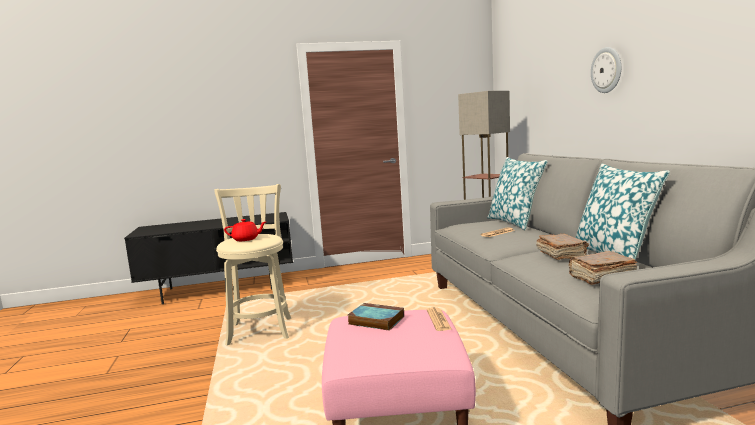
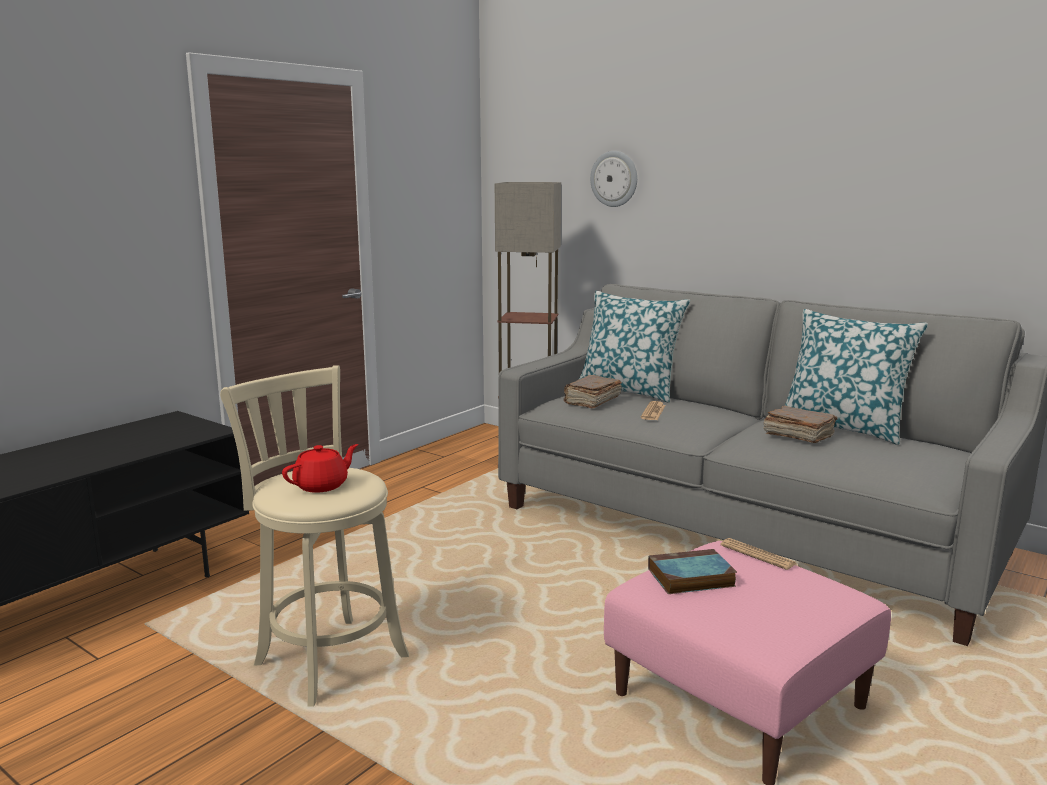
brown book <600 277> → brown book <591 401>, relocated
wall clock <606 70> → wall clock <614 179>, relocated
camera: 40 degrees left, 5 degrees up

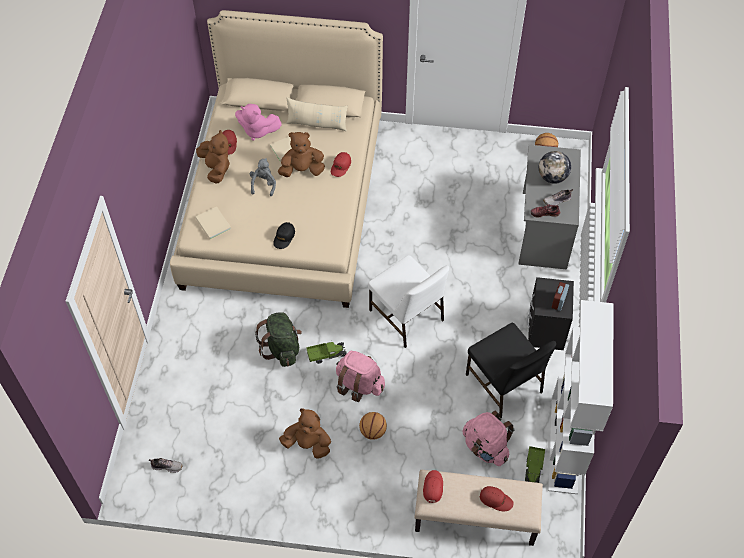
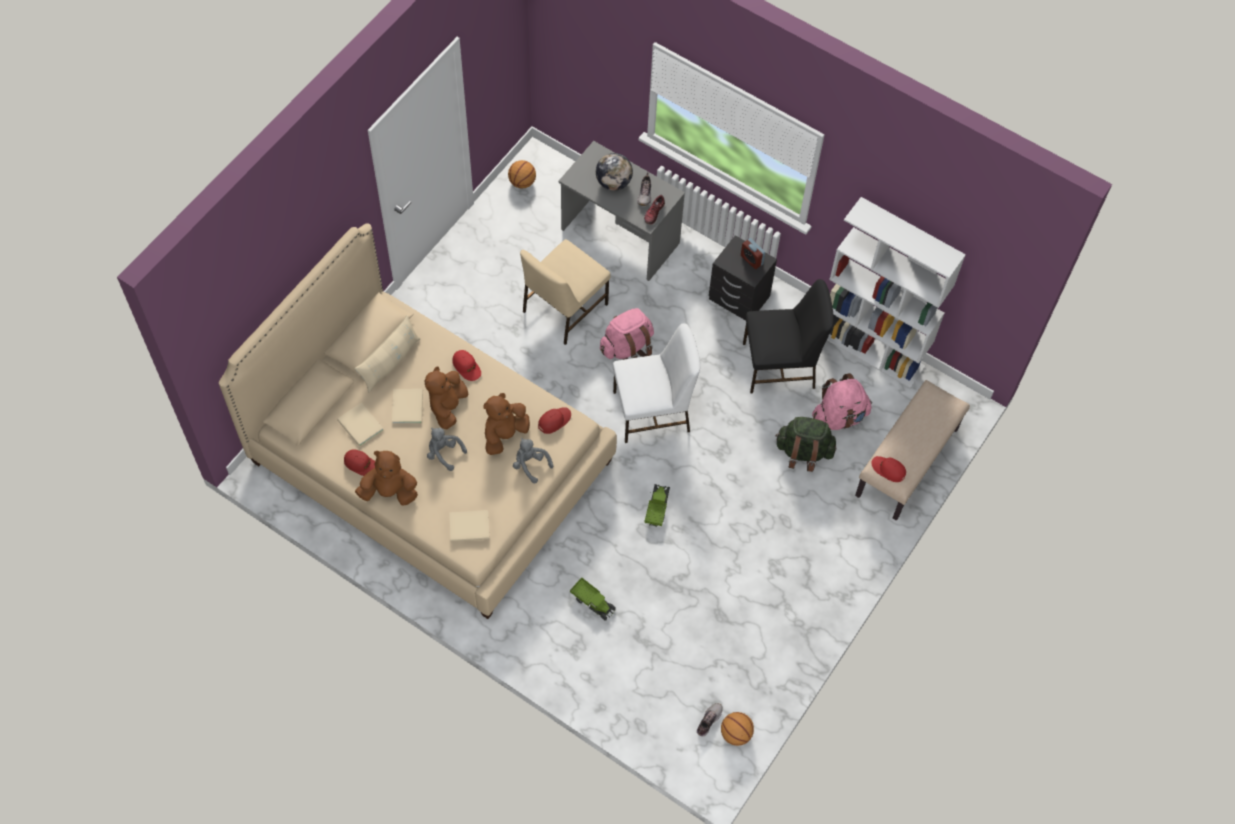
pink plush toy <257 131> → beige book <360 426>
green backpack <282 348> → green backpack <803 452>, relocated
black cap <284 237> → grey plush toy <530 465>
brown plush toy <308 444> → brown plush toy <504 434>, relocated
pink backpack <359 384> → pink backpack <627 347>, relocated
basketball <372 431> → basketball <735 734>, relocated
red cap <496 500> → red cap <554 421>, relocated
toy truck <533 470> → toy truck <593 602>, relocated
- → beige chair <563 308>
camera: 65 degrees left, 5 degrees up

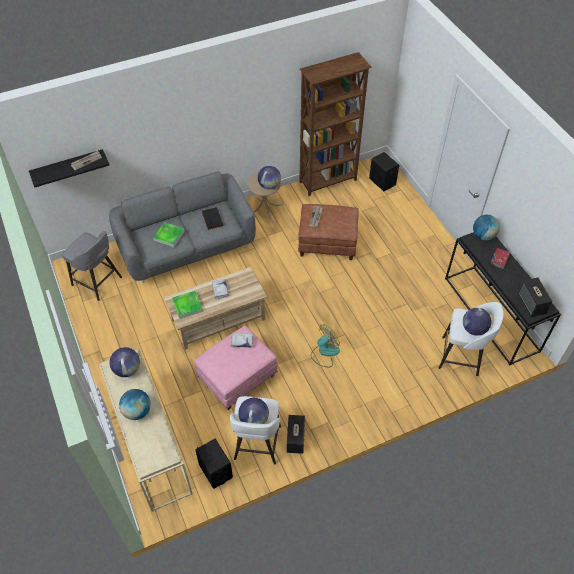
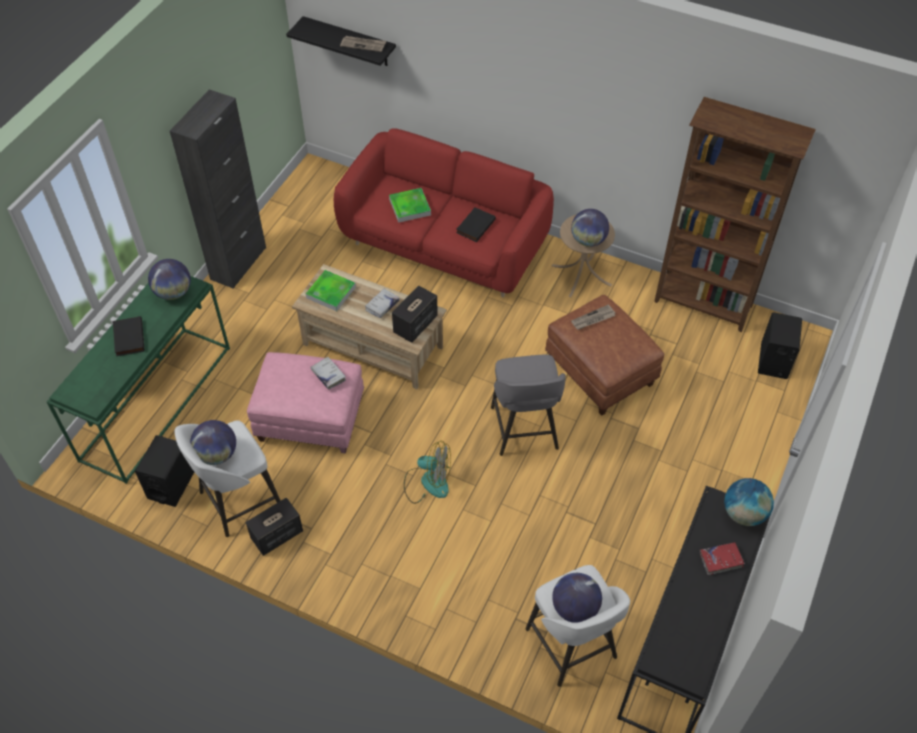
grey stool <98 282> → grey stool <524 430>, relocated
beige console table <150 444> → green console table <156 401>
grey sofa <187 247> → red sofa <445 245>
globe <137 411> → black book <128 338>
speaker <531 304> → speaker <415 325>, relocated
- → black cabinet <238 263>
camera: 50 degrees right, 0 degrees up

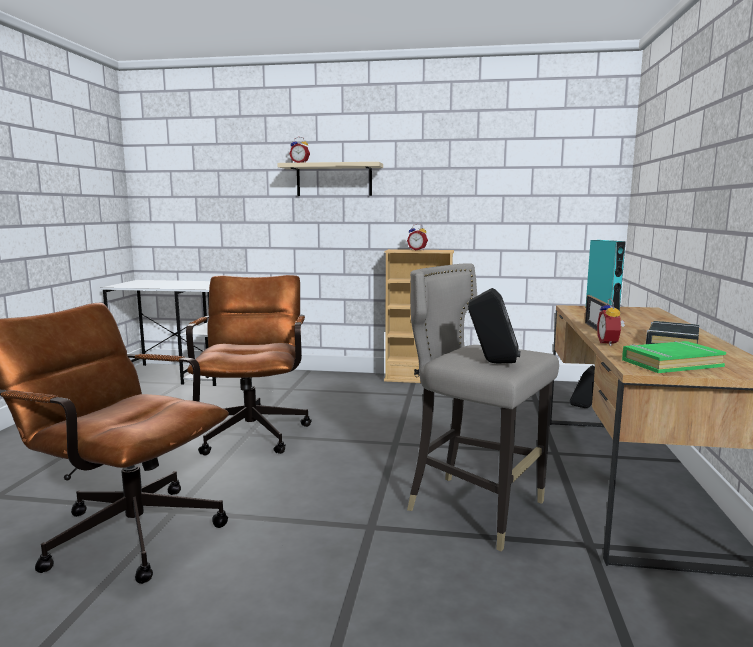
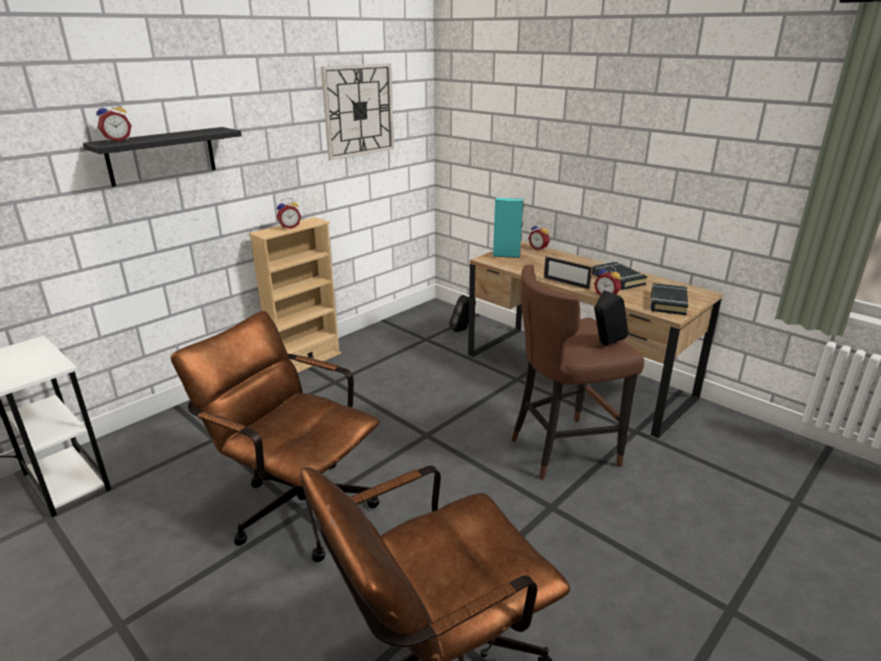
beige shelf <334 180> → black shelf <162 156>
grey stool <474 508> → brown stool <562 449>
green book <671 363> → black book <667 303>
- → wall clock <359 110>
- → alarm clock <539 248>
camera: 55 degrees left, 15 degrees up

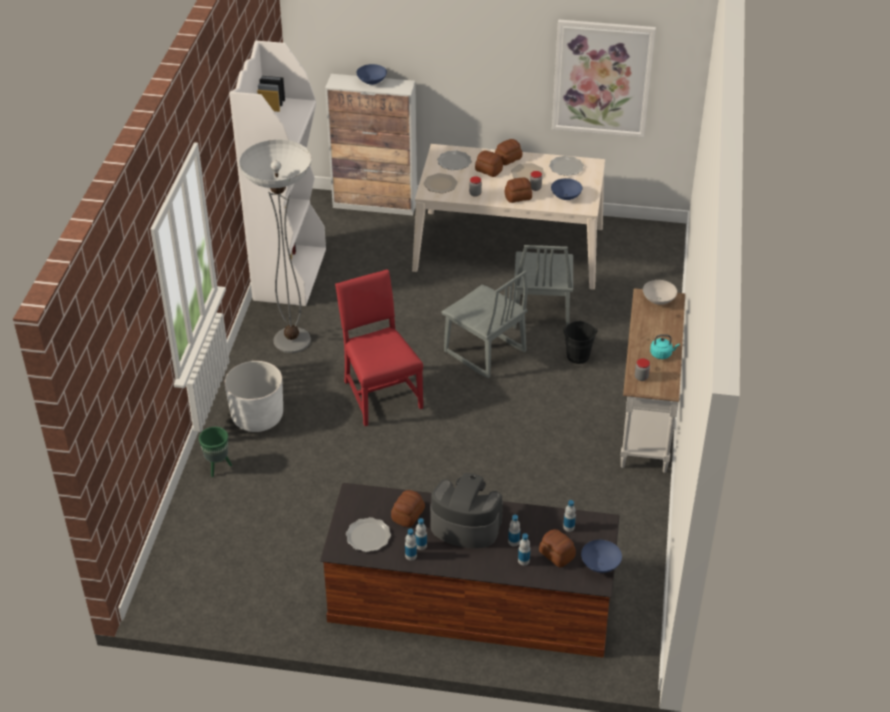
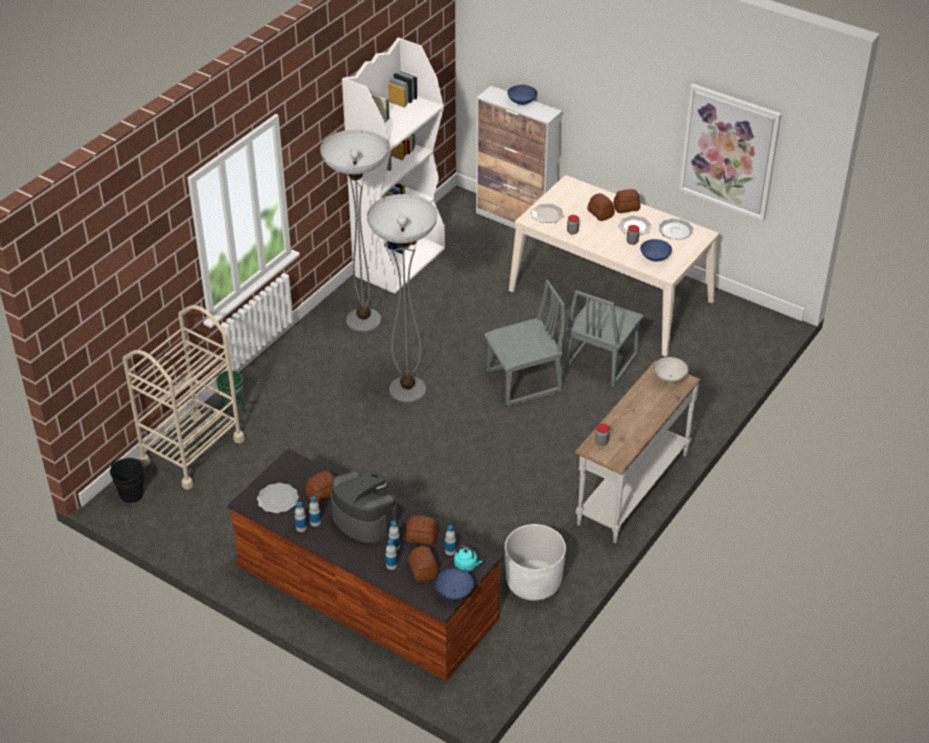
white planter <257 417> → white planter <533 582>, relocated
red chair <380 393> → floor lamp <407 389>
plate <454 162> → -
grey chair <484 352> → grey chair <524 382>, 90 degrees counterclockwise
bread <518 197> → bread <421 537>, relocated
black bucket <578 354> → black bucket <133 492>, relocated
turquoise kettle <662 354> → turquoise kettle <467 565>, relocated
- → beige cart <192 451>
camera: 25 degrees right, 0 degrees up

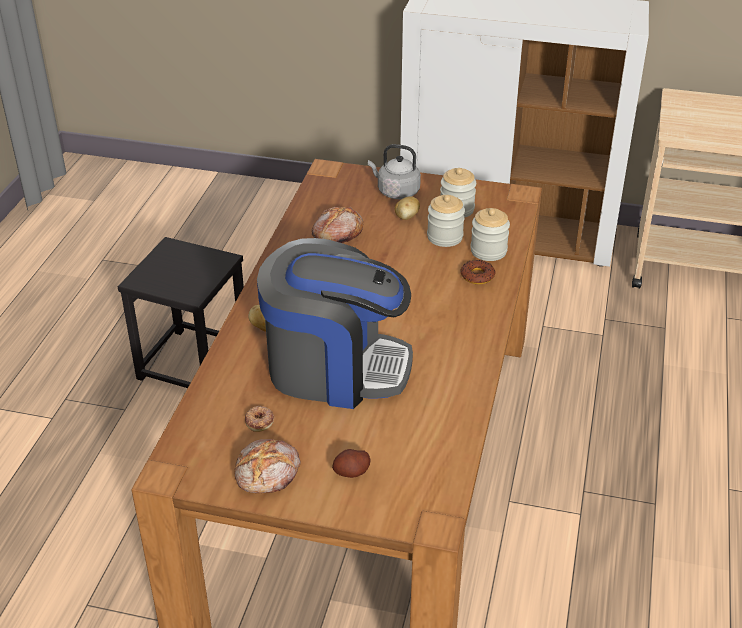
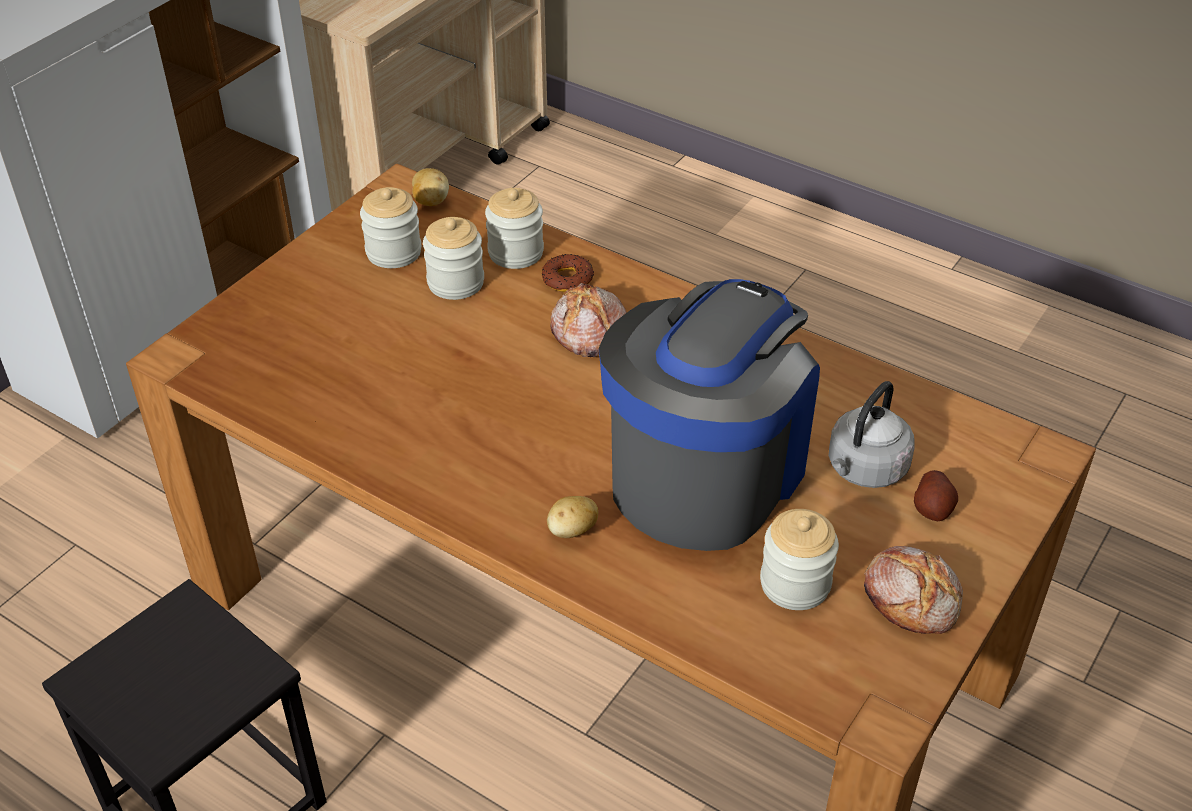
donut <259 421> → jar <795 584>
bread <337 233> → bread <588 332>, relocated
grey kettle <396 192> → grey kettle <864 470>, relocated
potato <407 217> → potato <430 201>, relocated
camera: 70 degrees left, 5 degrees up

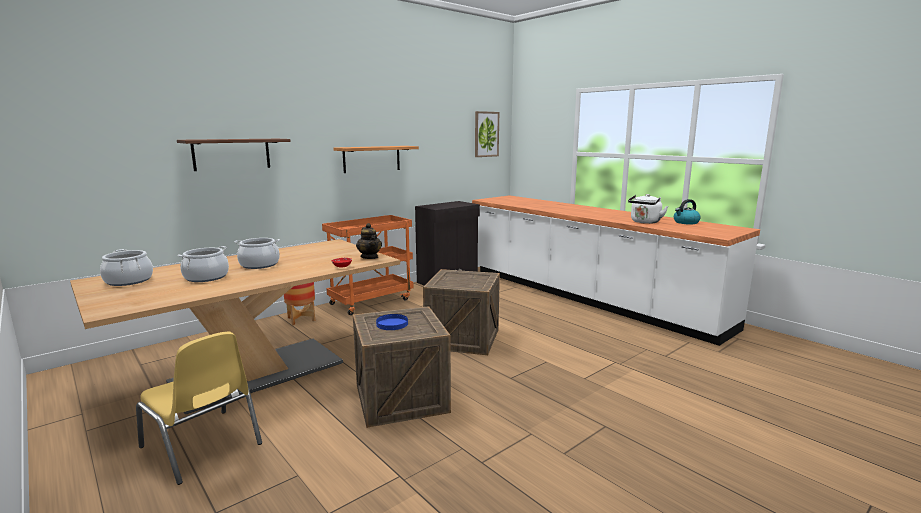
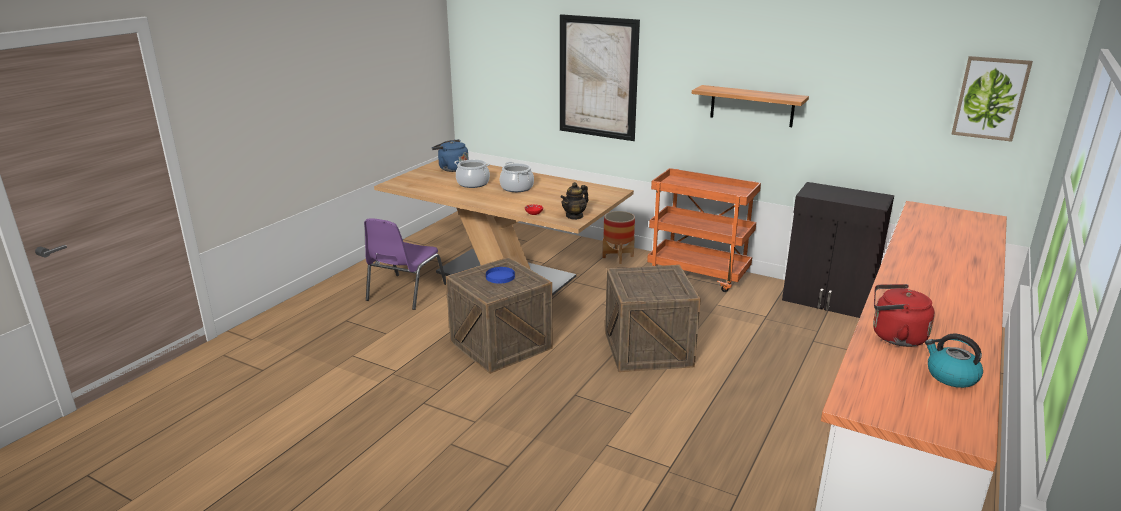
cooking pot <128 281> → blue kettle <451 168>
yellow chair <203 446> → purple chair <405 292>
brown shelf <232 154> → picture <597 78>
white kettle <644 222> → red kettle <894 336>
camera: 70 degrees right, 10 degrees up

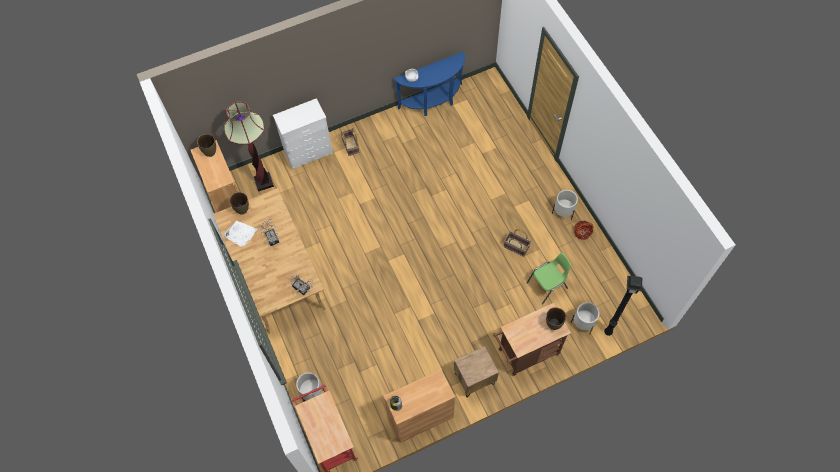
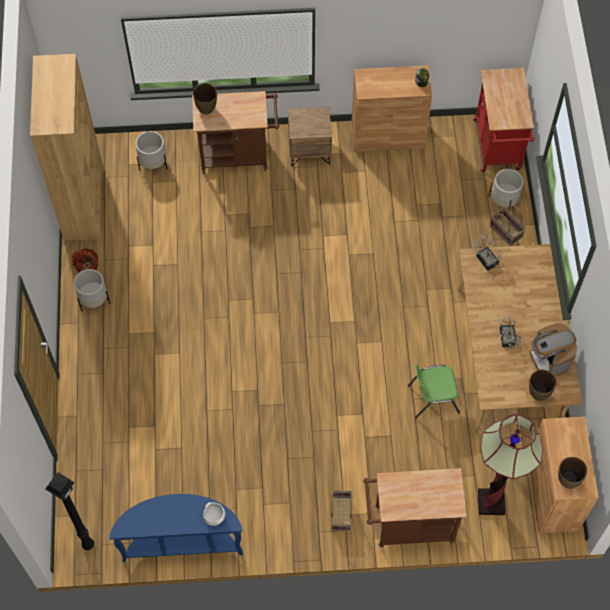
white tray <240 234> → coffee machine <549 359>
white dresser <309 153> → brown cart <408 525>
basket <516 247> → basket <506 231>, relocated
green chair <548 286> → green chair <432 398>, relocated
black floor lamp <608 332> → black floor lamp <88 543>, relocated
- → brown bookcase <83 202>
camera: 160 degrees left, 0 degrees up

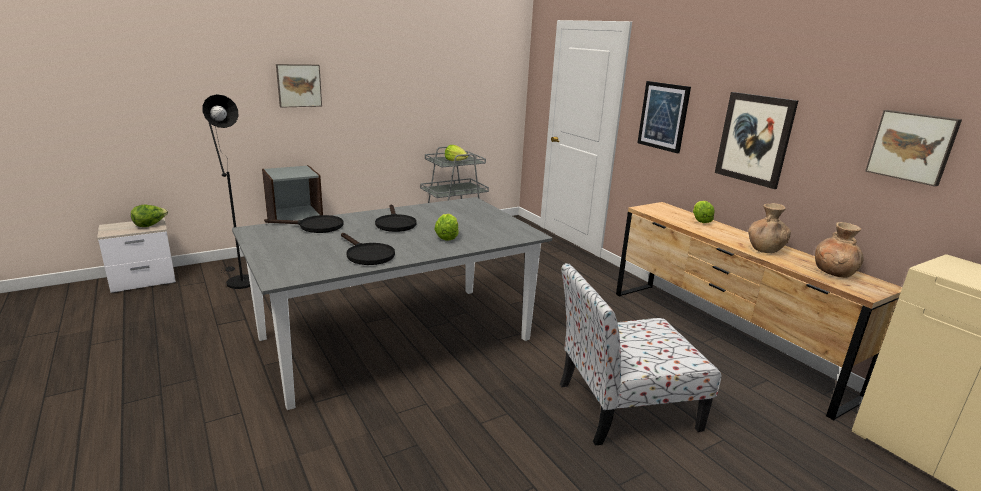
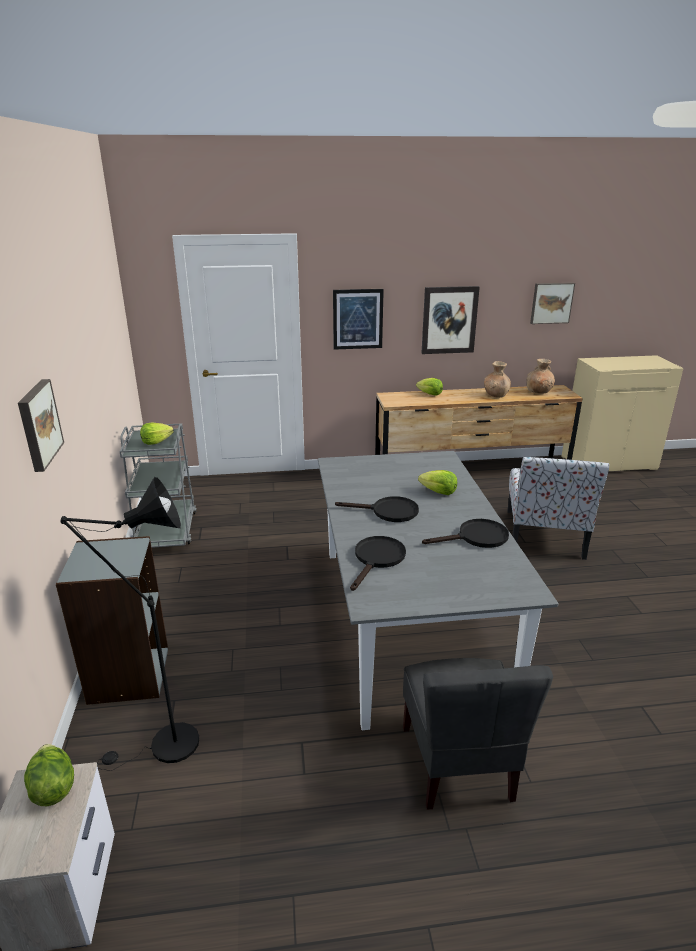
- → grey chair <458 763>
camera: 65 degrees left, 5 degrees up

